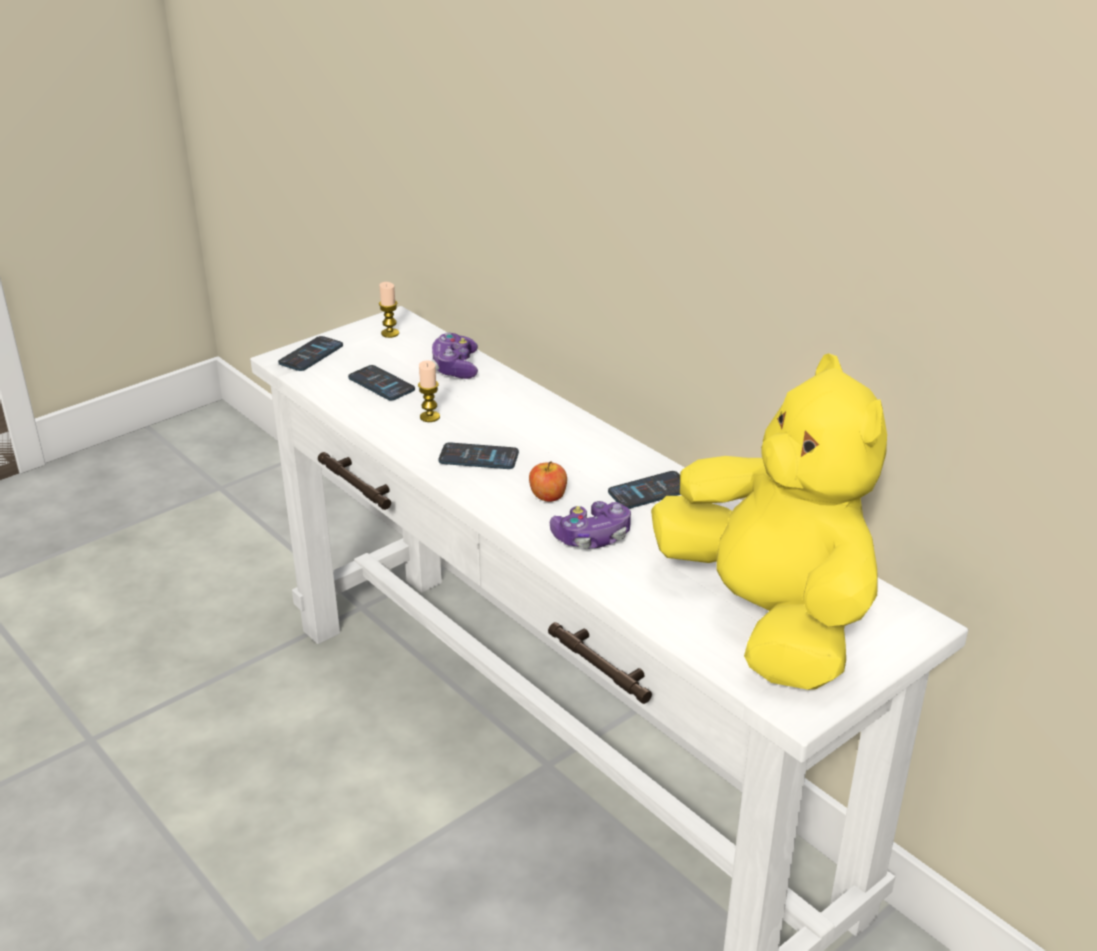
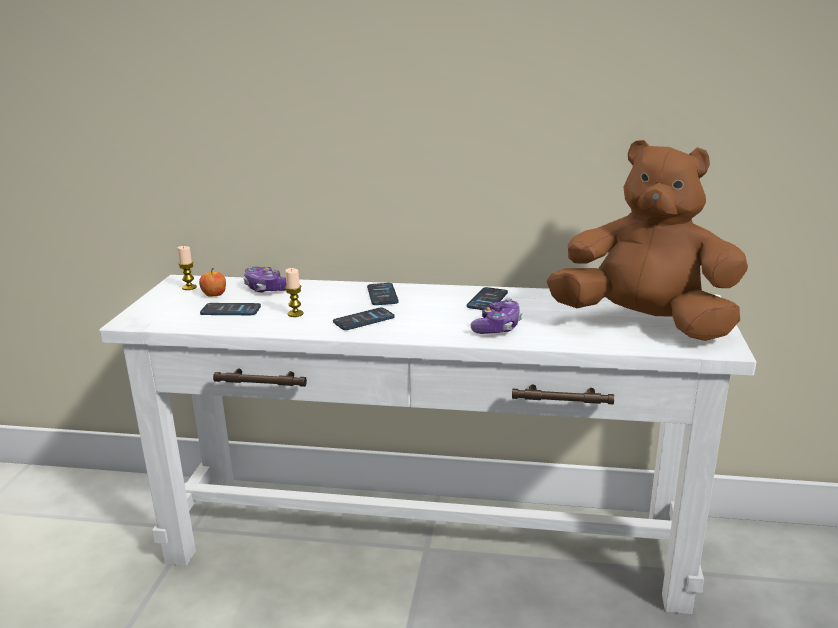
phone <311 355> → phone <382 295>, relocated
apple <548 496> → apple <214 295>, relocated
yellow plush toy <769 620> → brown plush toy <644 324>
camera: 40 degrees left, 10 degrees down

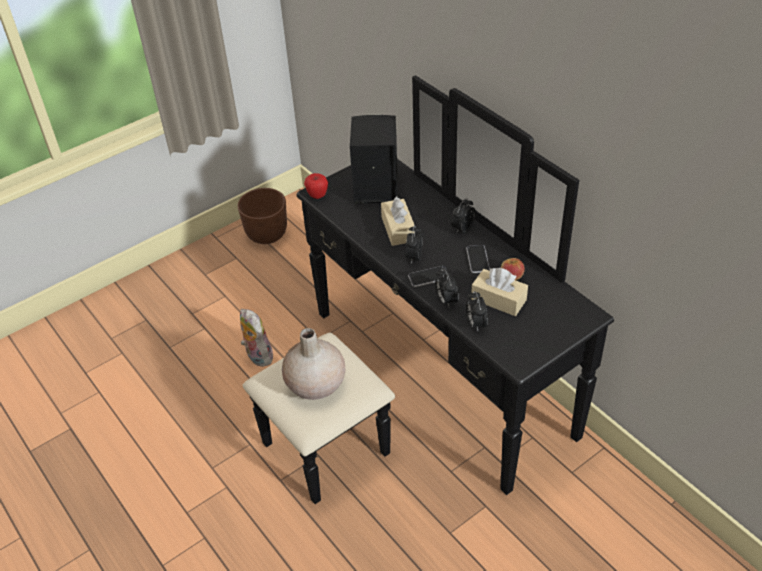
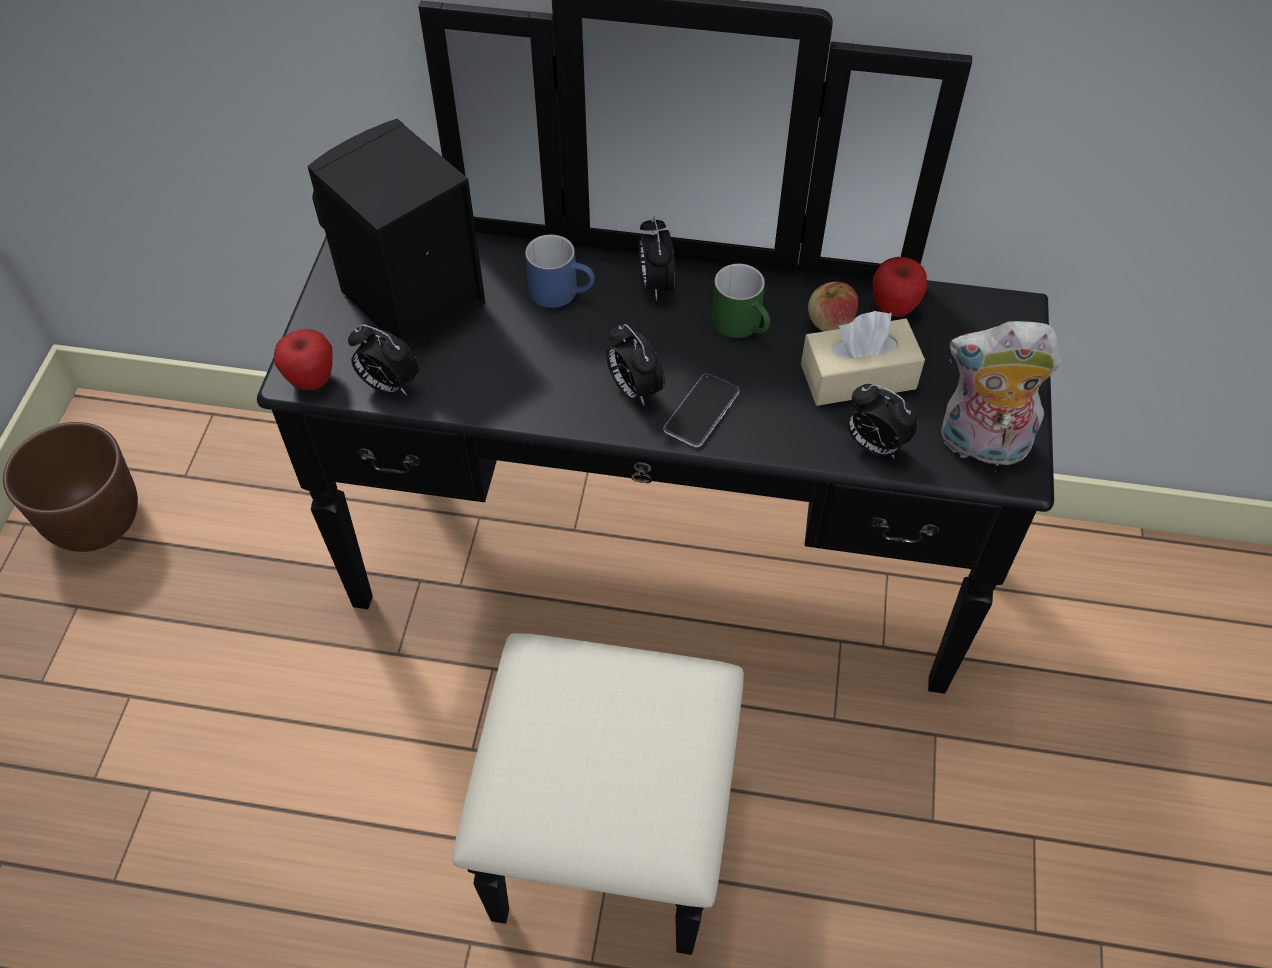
plush toy <257 356> → plush toy <980 446>, relocated
beige vase <315 384> → -
beige tissue box <398 229> → -
alarm clock <446 300> → alarm clock <388 385>, relocated
phone <477 259> → green mug <744 325>
- → blue mug <563 292>
- → apple <893 308>
camera: 45 degrees left, 10 degrees up

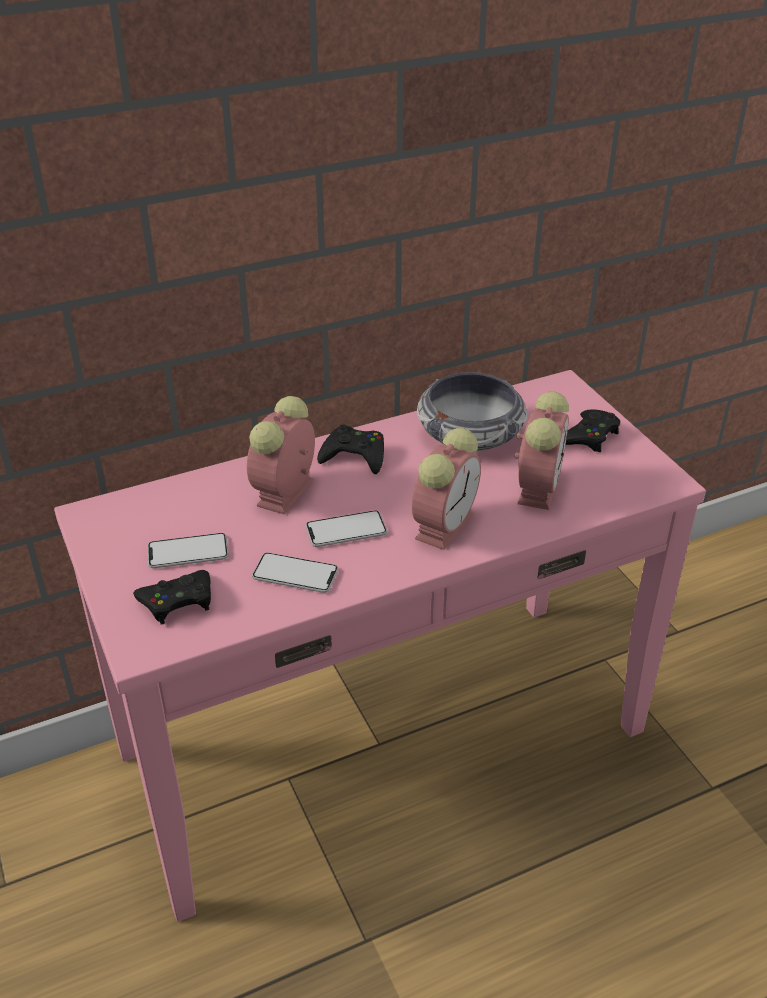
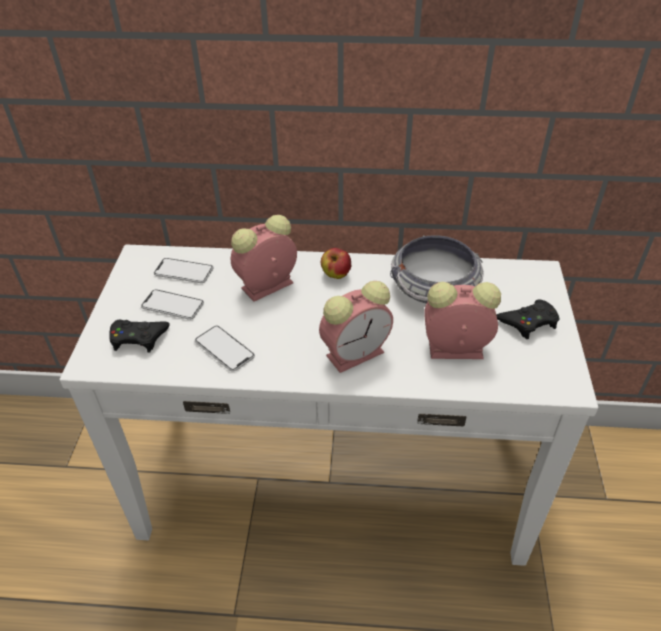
pink console table <382 739> → white console table <333 480>
phone <346 530> → phone <184 271>, relocated
black game controller <354 456> → apple <336 275>
alarm clock <538 486> → alarm clock <453 349>, 135 degrees counterclockwise
camera: 30 degrees right, 5 degrees up

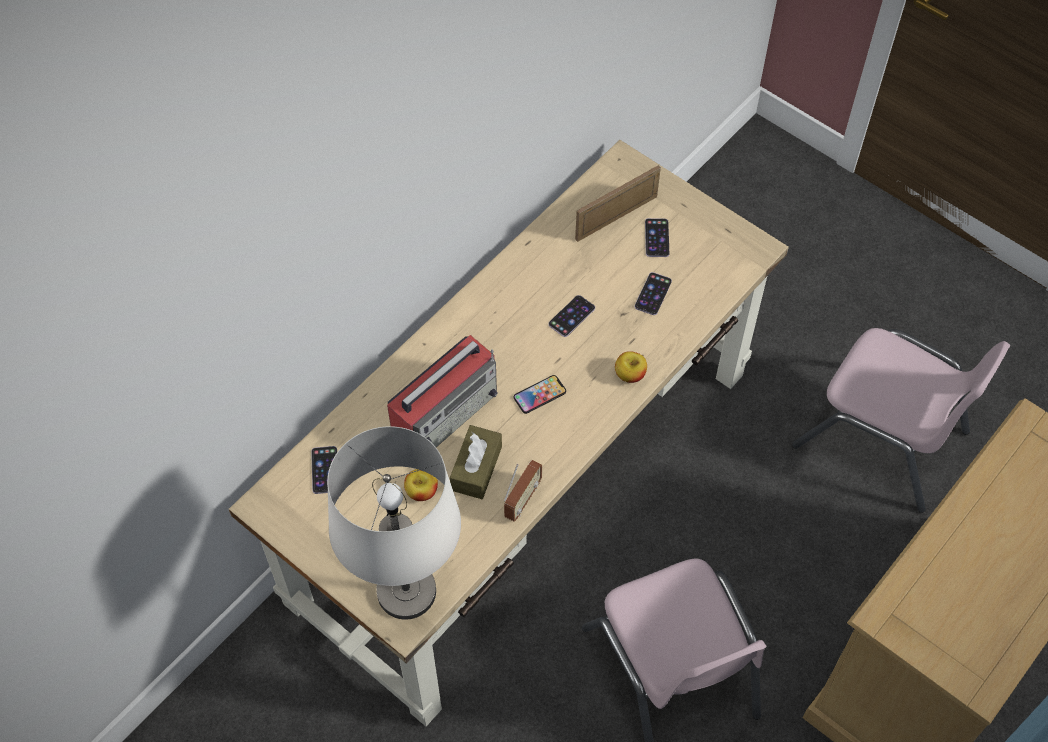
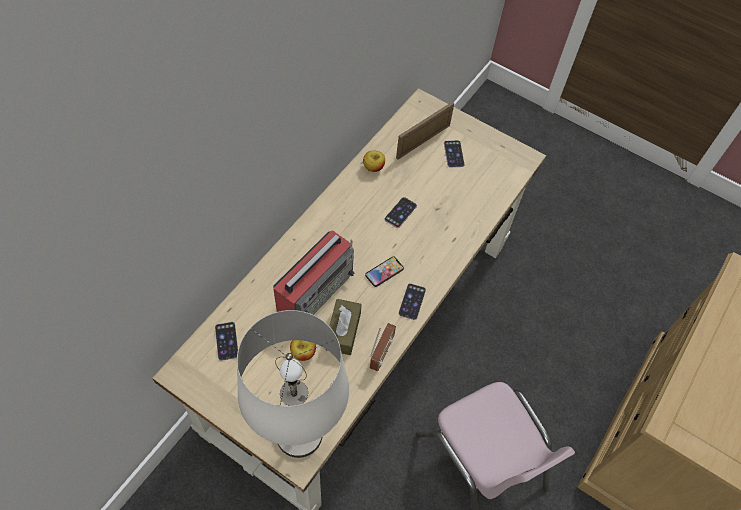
apple <630 374> → apple <373 167>, relocated
phone <653 294> → phone <412 301>, relocated
pink chair <882 439> → -
camera: 10 degrees left, 0 degrees up

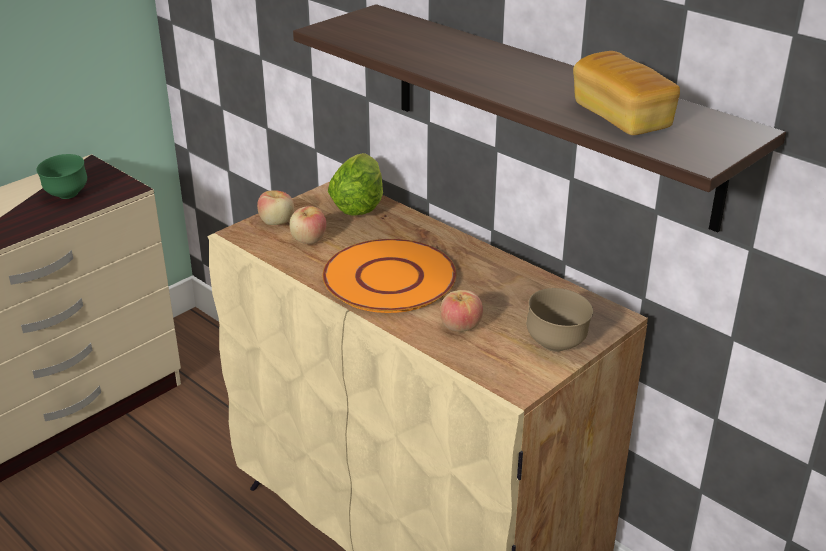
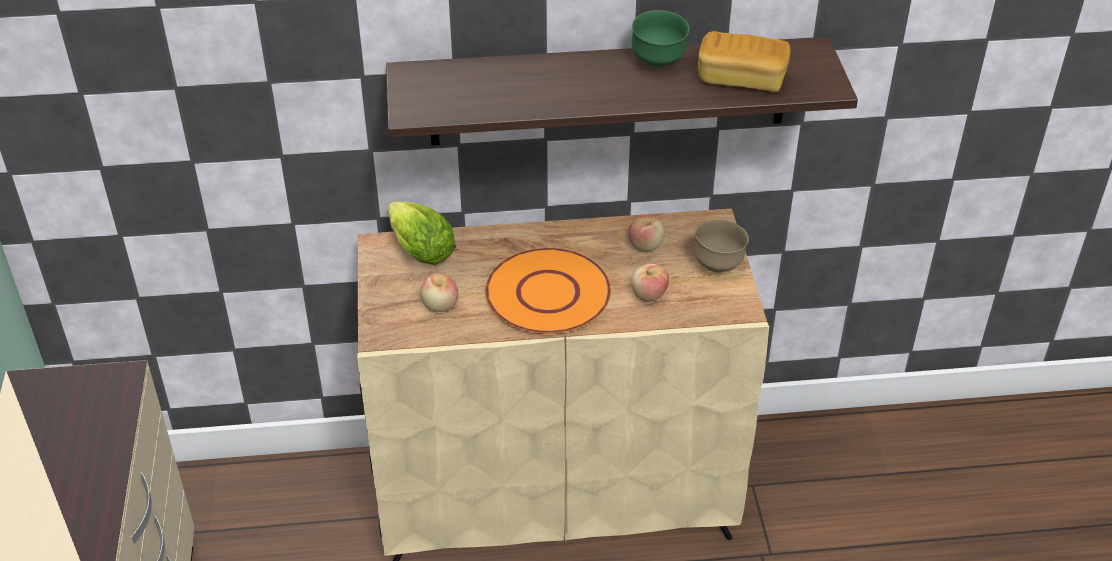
green bowl <66 196> → green bowl <658 63>, relocated
apple <277 222> → apple <645 245>, relocated
camera: 50 degrees left, 10 degrees up

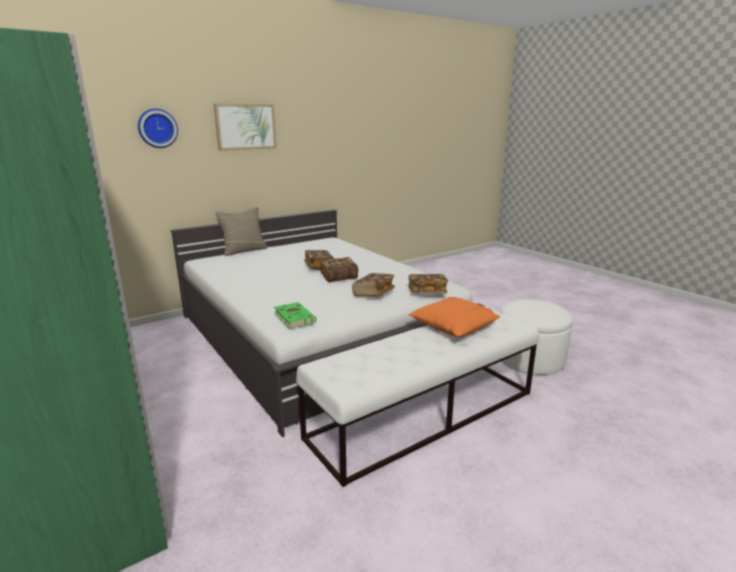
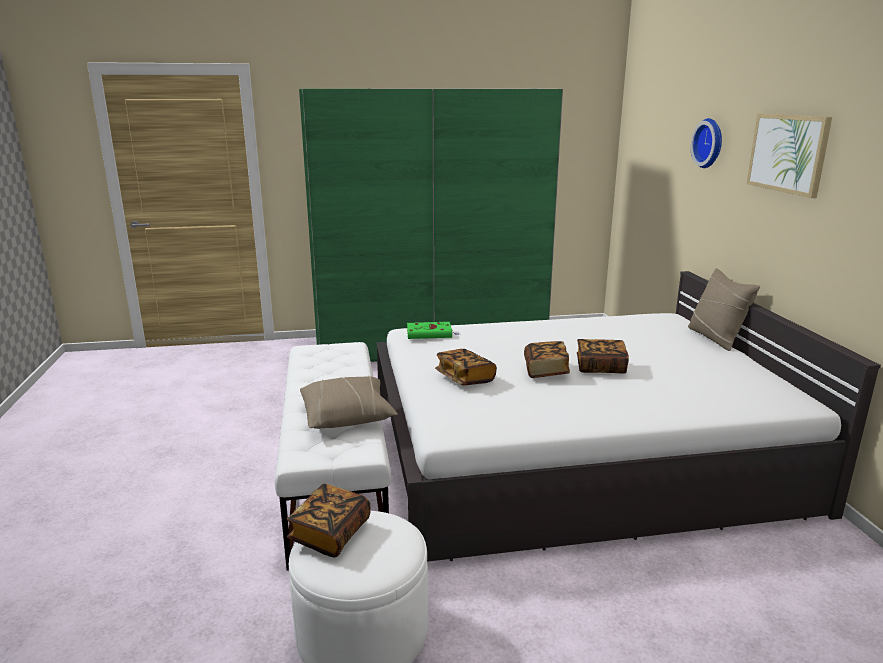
book <427 292> → book <330 534>, relocated
orange pillow <453 327> → beige pillow <347 416>
camera: 115 degrees right, 0 degrees up

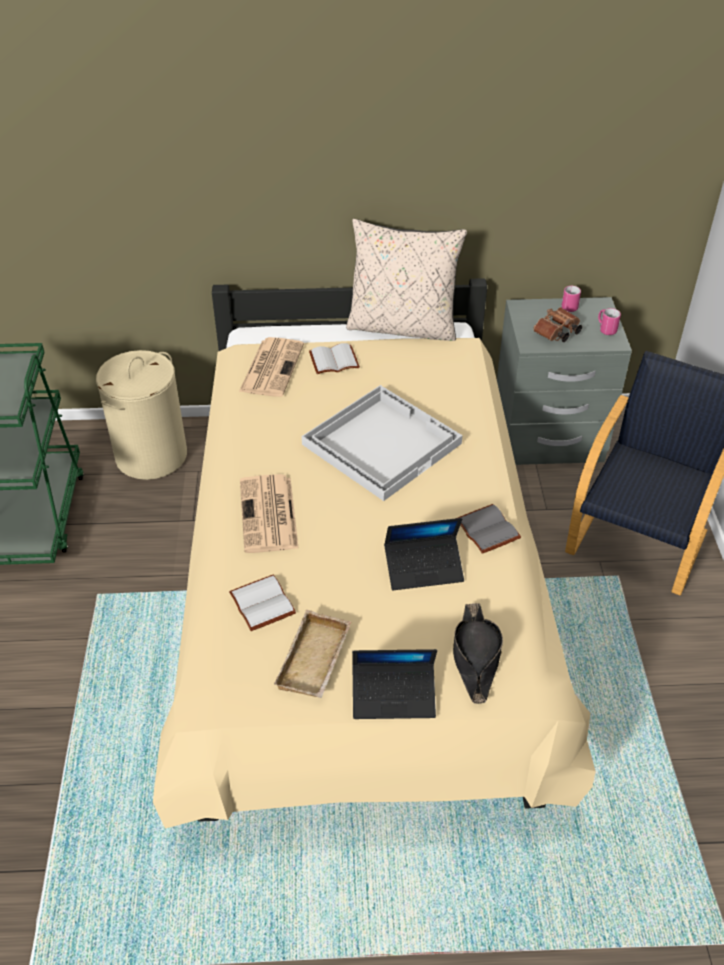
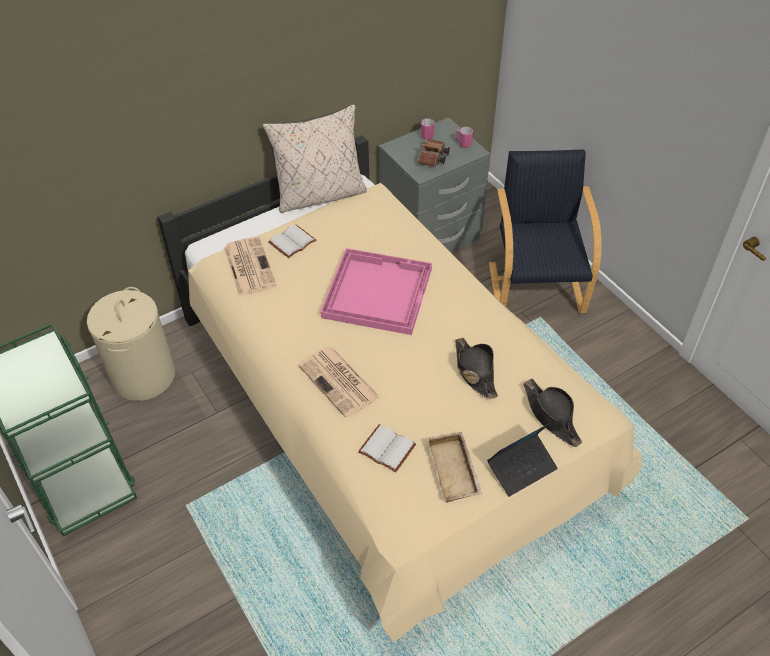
white tray <381 443> → pink tray <376 292>
laptop <424 568> → black hat <474 371>
grey book <489 530> → -
camera: 30 degrees left, 5 degrees up

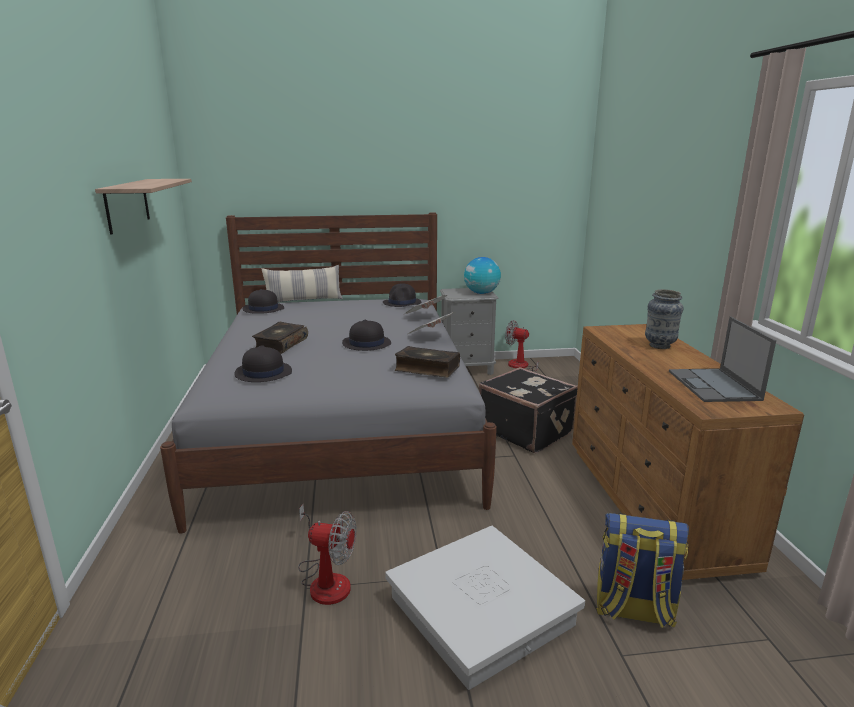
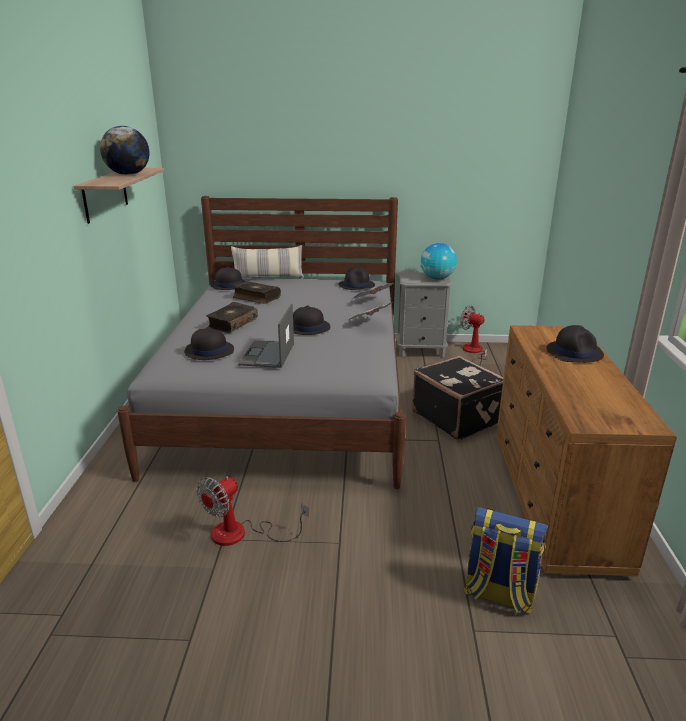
fan <326 579> → fan <241 534>, 105 degrees clockwise
white storage box <480 611> → -
book <427 369> → book <256 298>, relocated
vase <659 346> → black hat <574 352>
laptop <714 386> → laptop <267 354>, relocated
- → globe <128 174>
camera: 10 degrees right, 5 degrees up

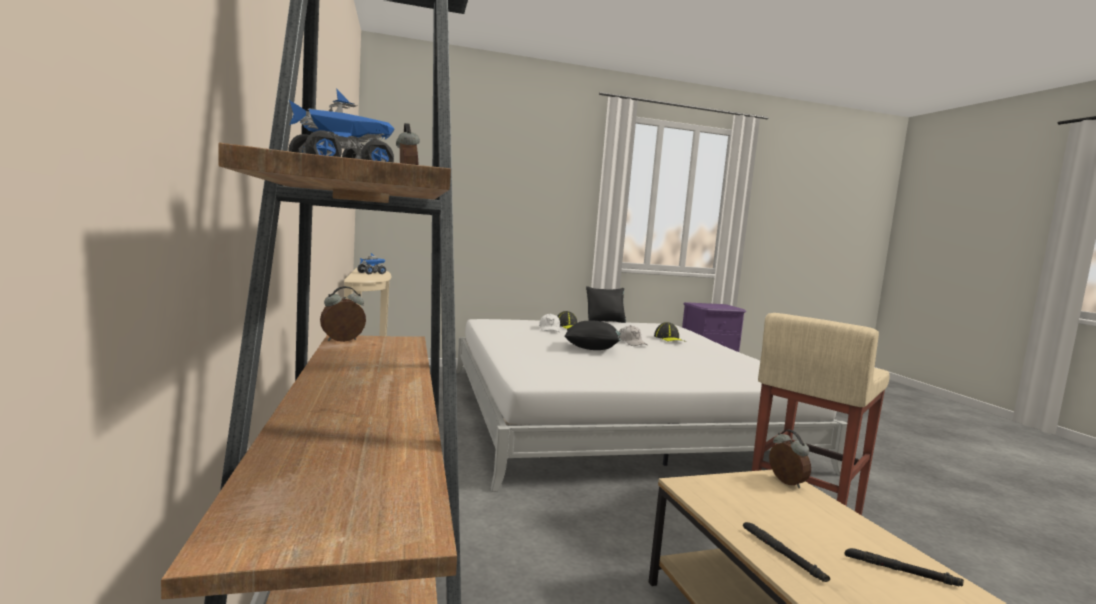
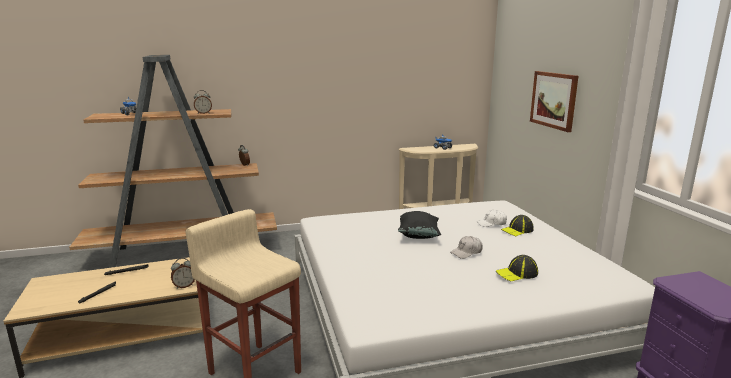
black pillow <605 321> → -
- → picture <553 100>
camera: 90 degrees right, 10 degrees up

